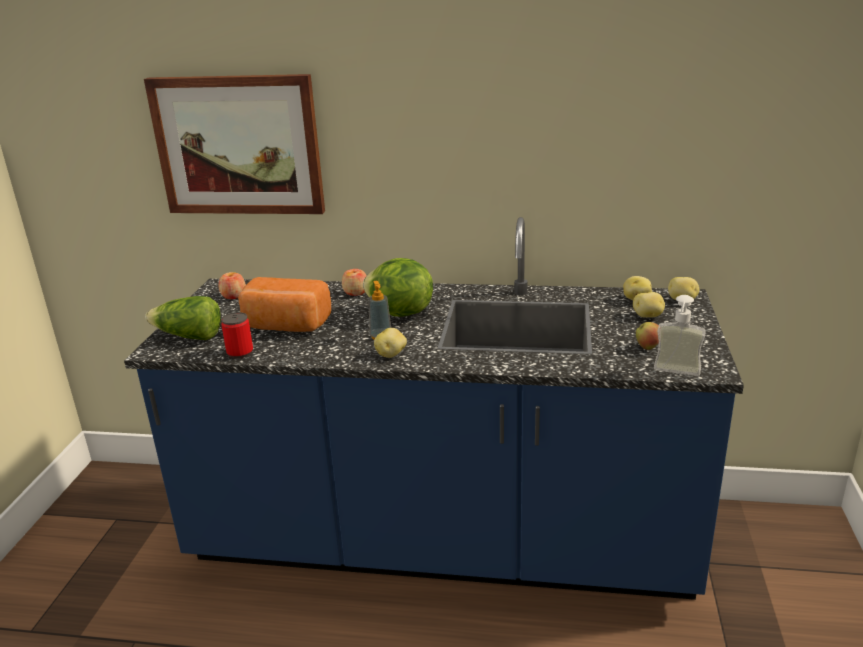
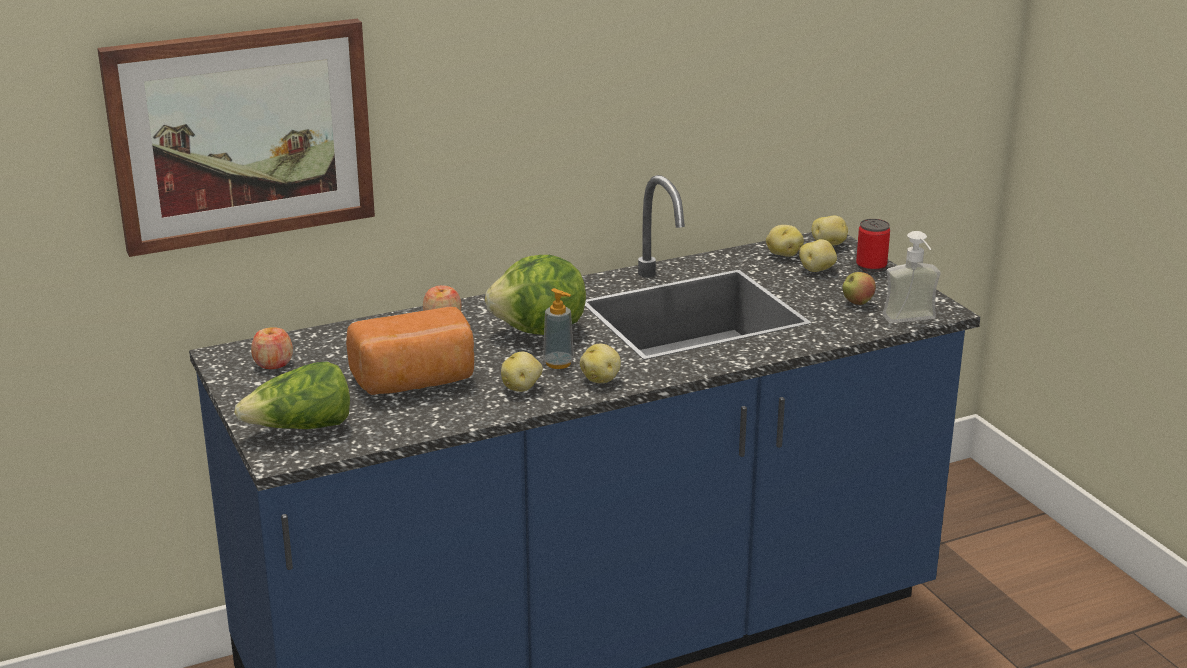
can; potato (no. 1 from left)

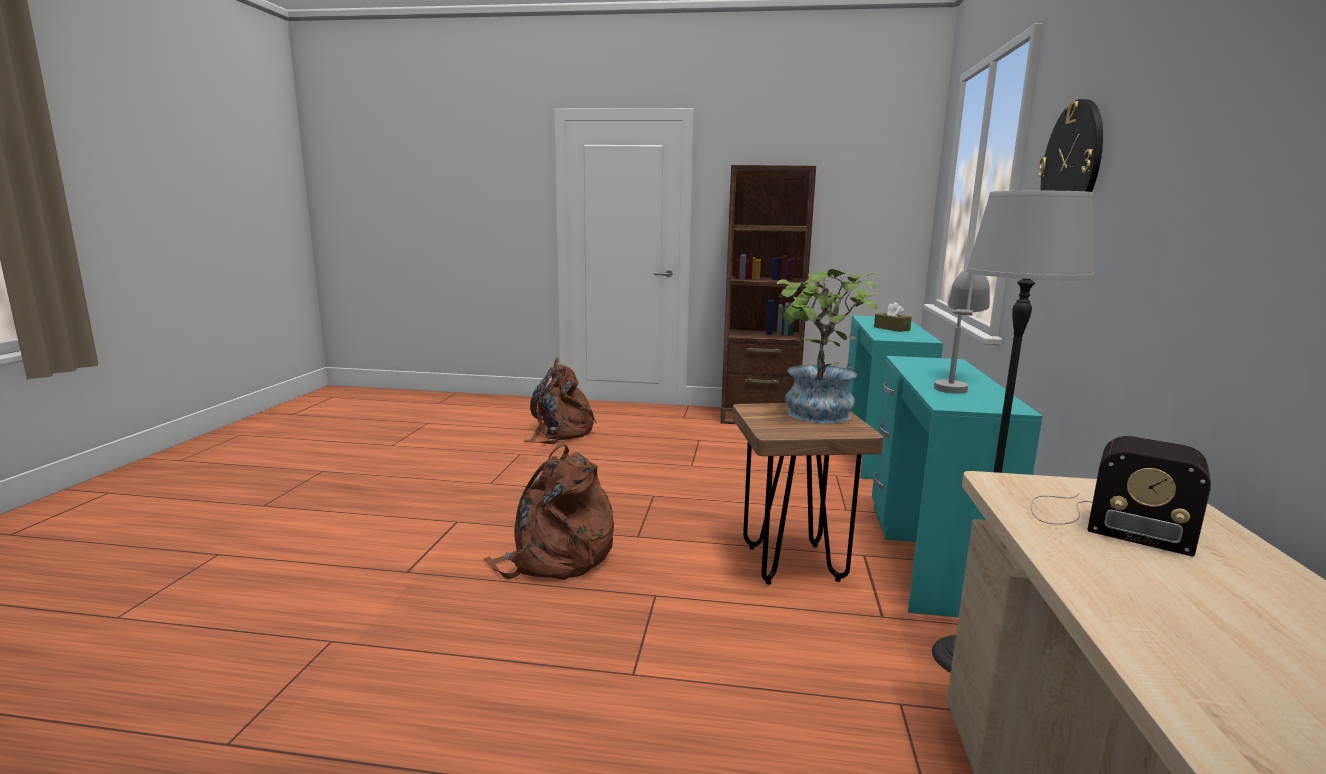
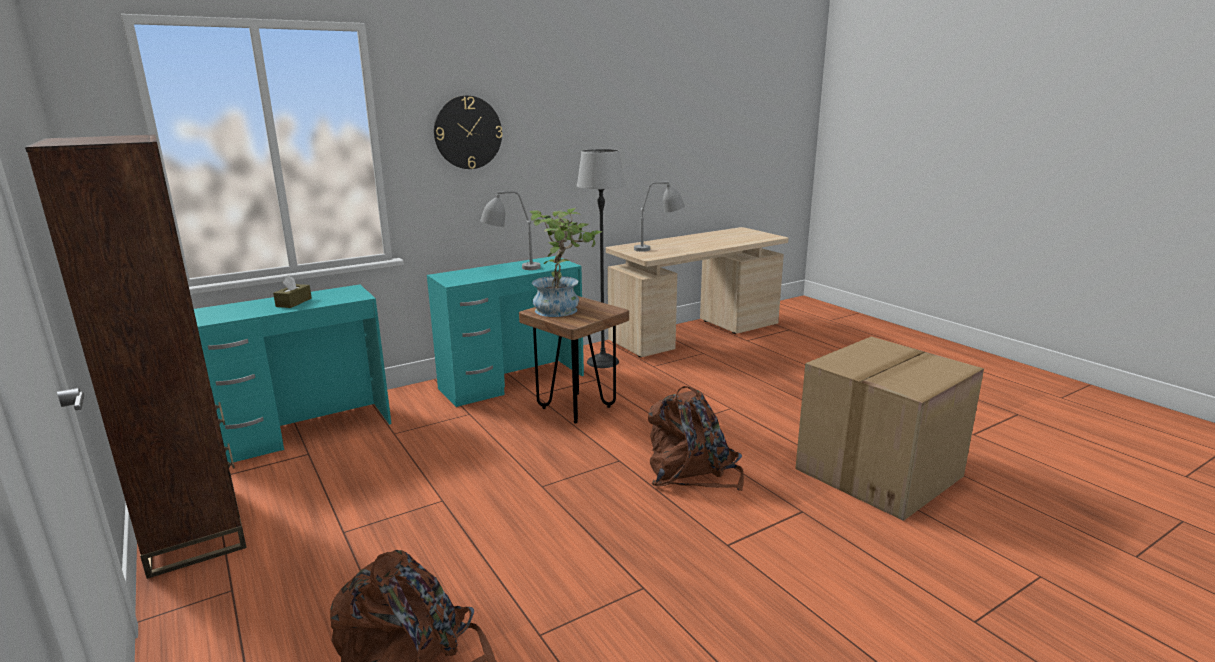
grey table lamp (no. 2 from left); cardboard box

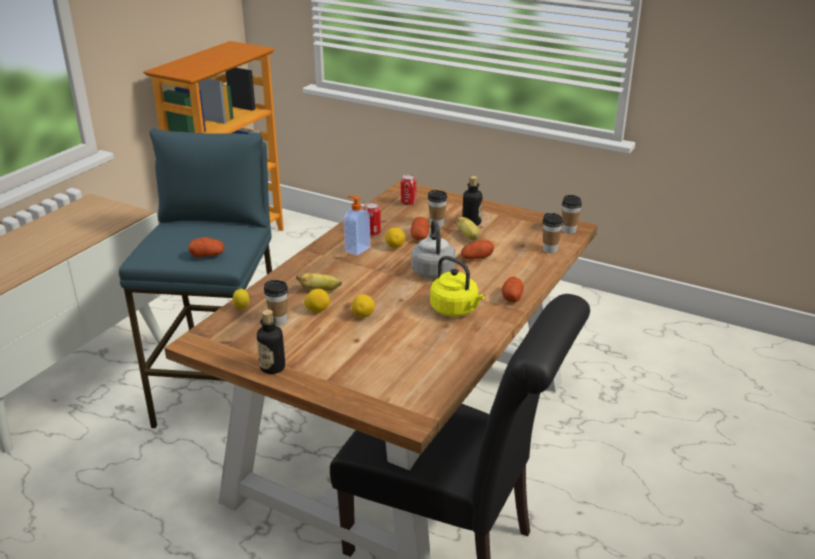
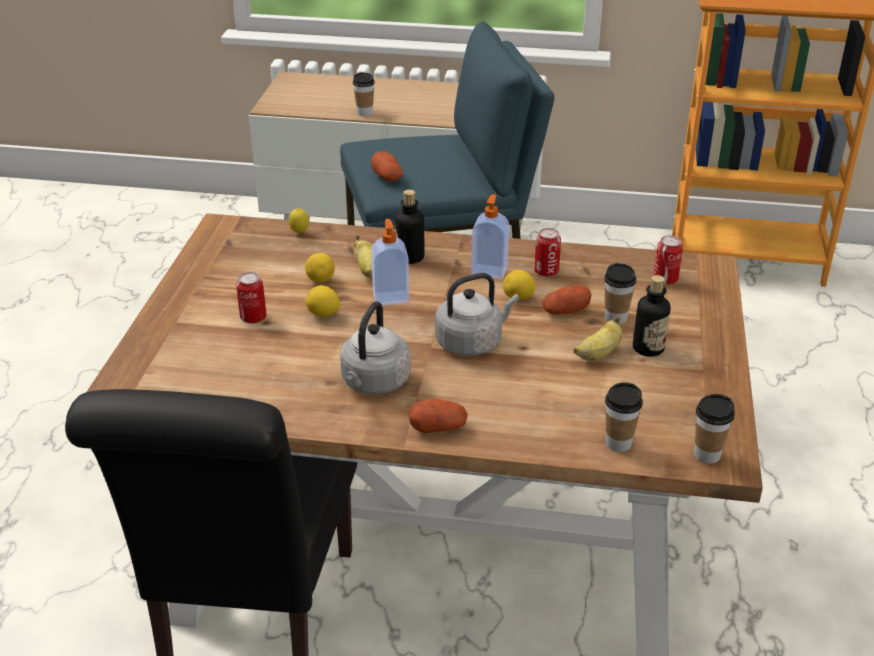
potato (no. 3 from left in the first image); grey kettle (no. 1 from left); cup (no. 1 from left); bottle (no. 1 from left); soap dispenser (no. 1 from left); can (no. 1 from left)

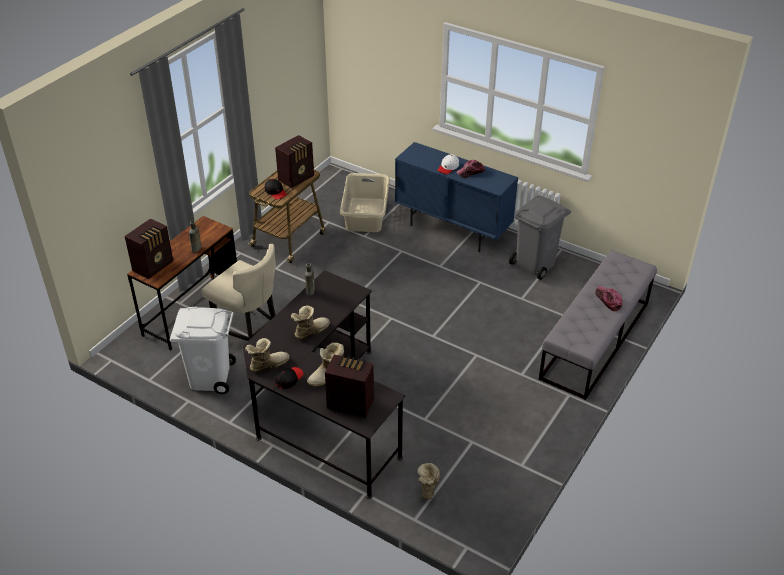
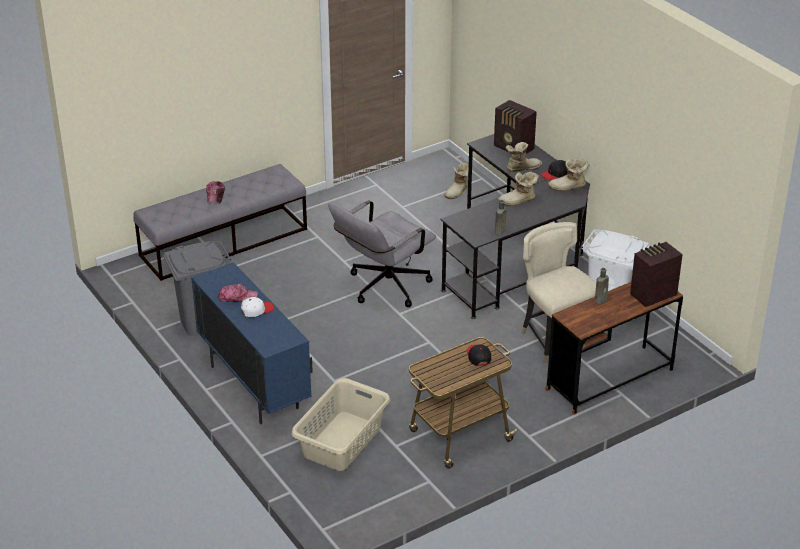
radio (no. 2 from left in the first image); grey office chair

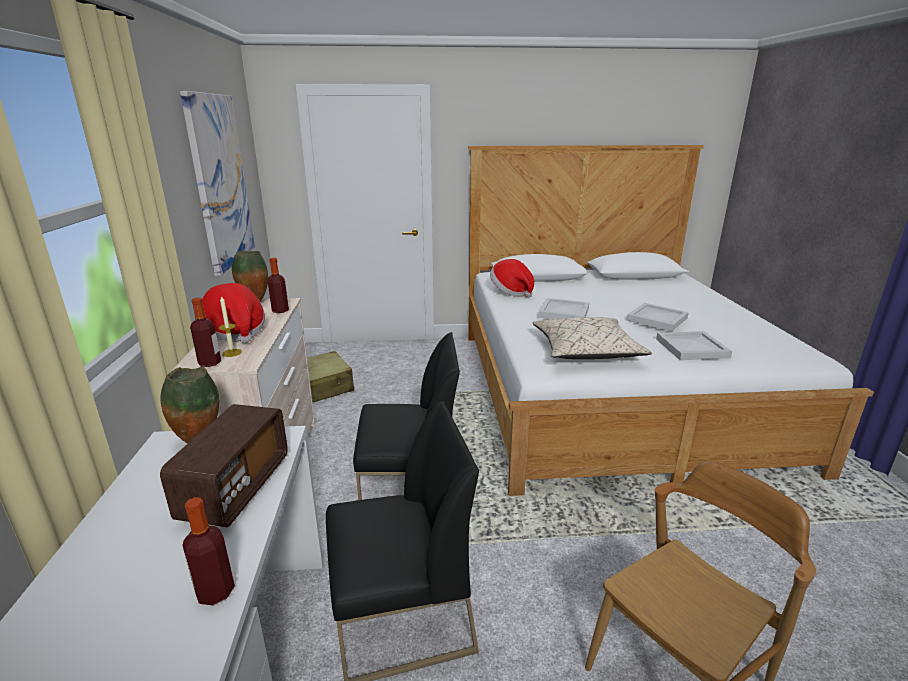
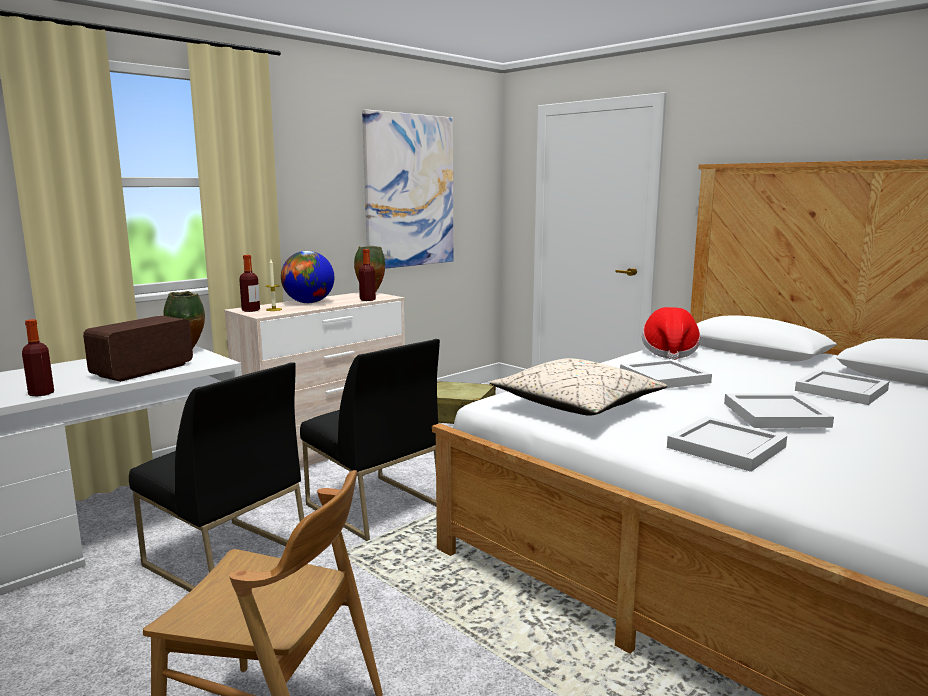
globe; radio; white tray (no. 4 from left)

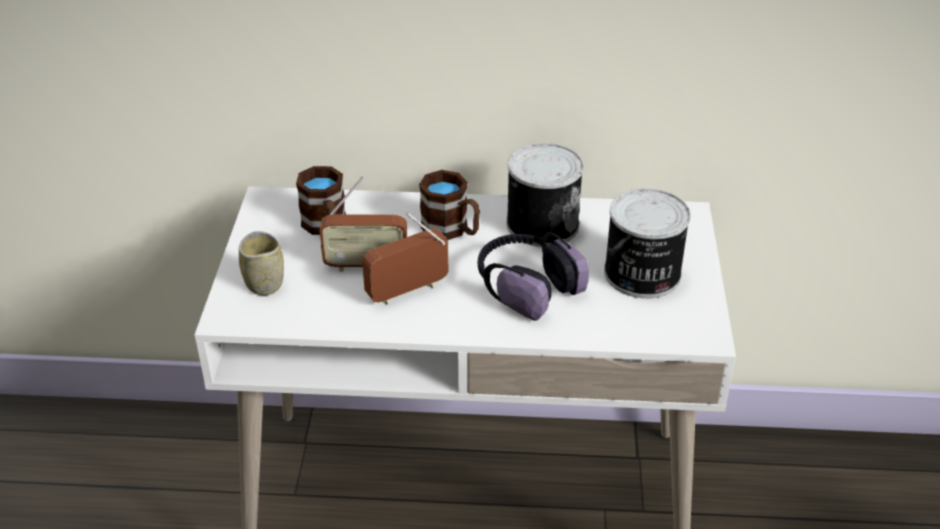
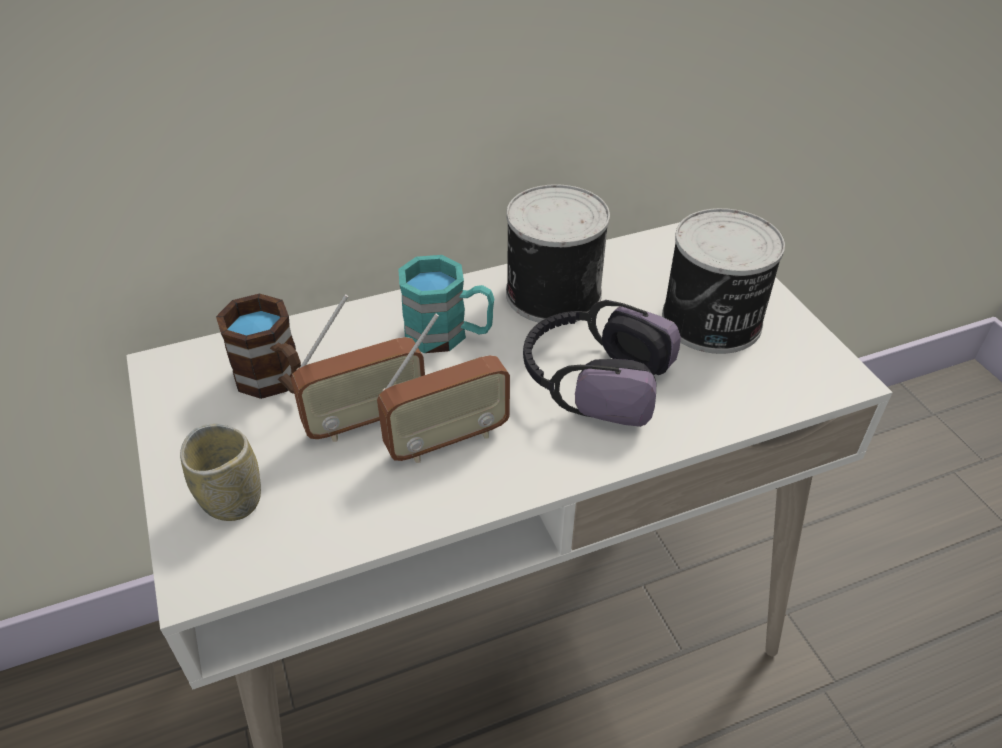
turquoise mug; radio (no. 2 from left)

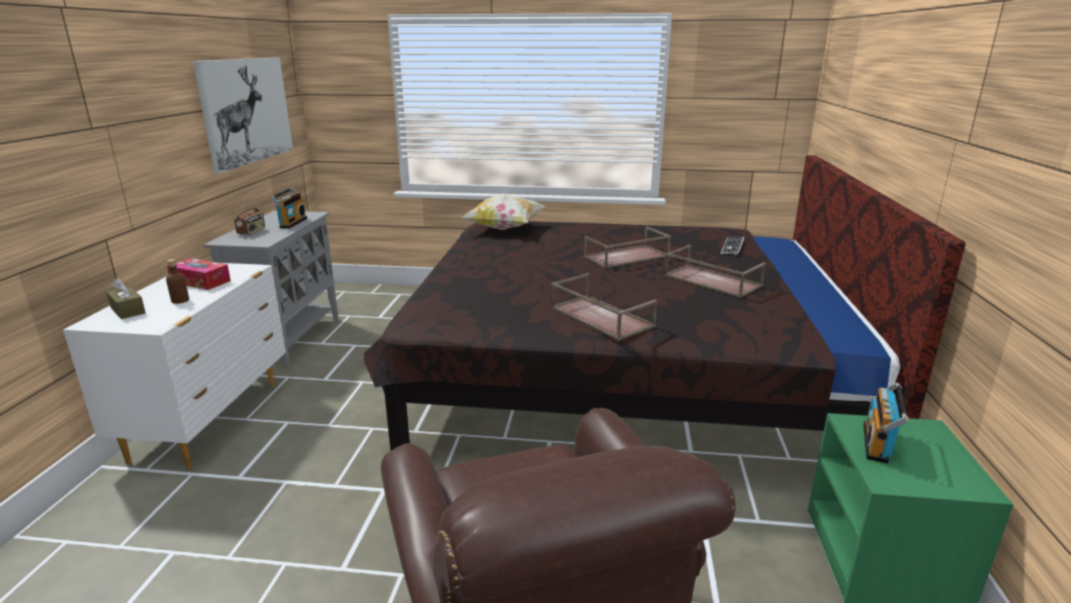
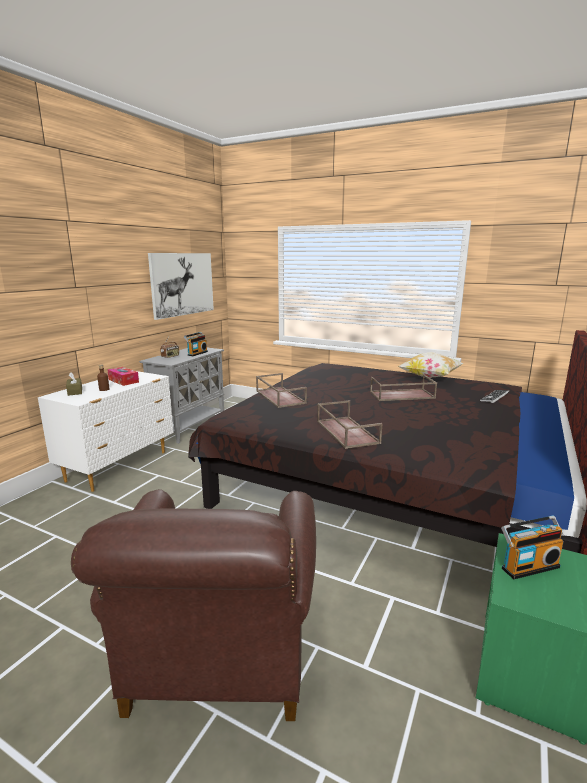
pillow; brown tray (no. 1 from left); radio (no. 3 from left)

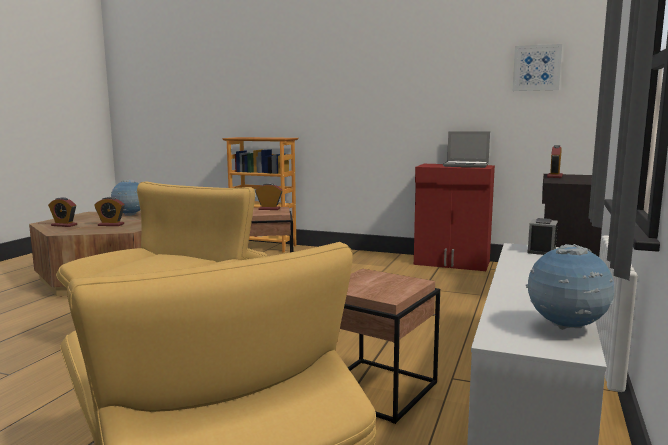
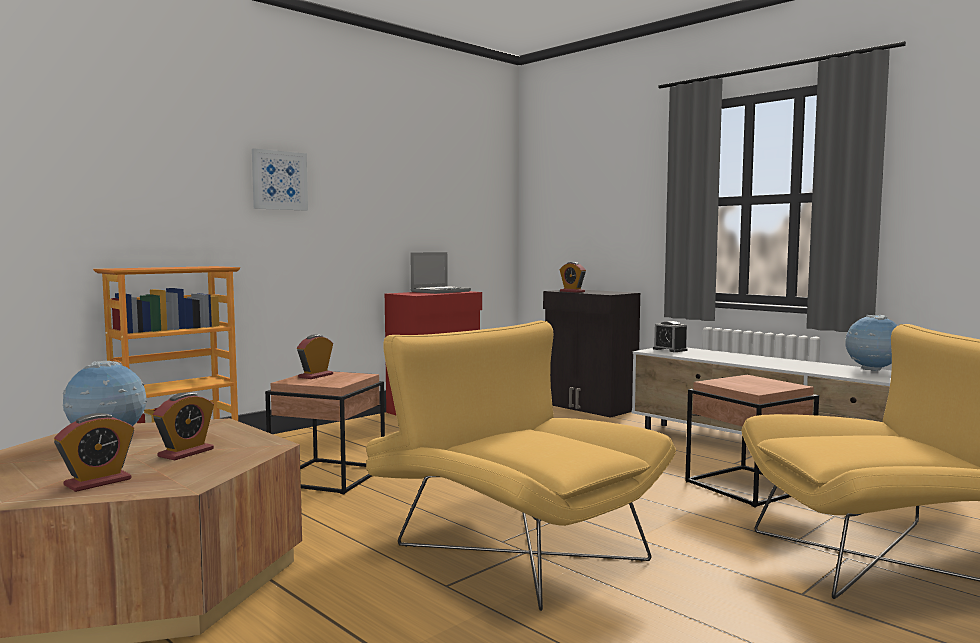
picture

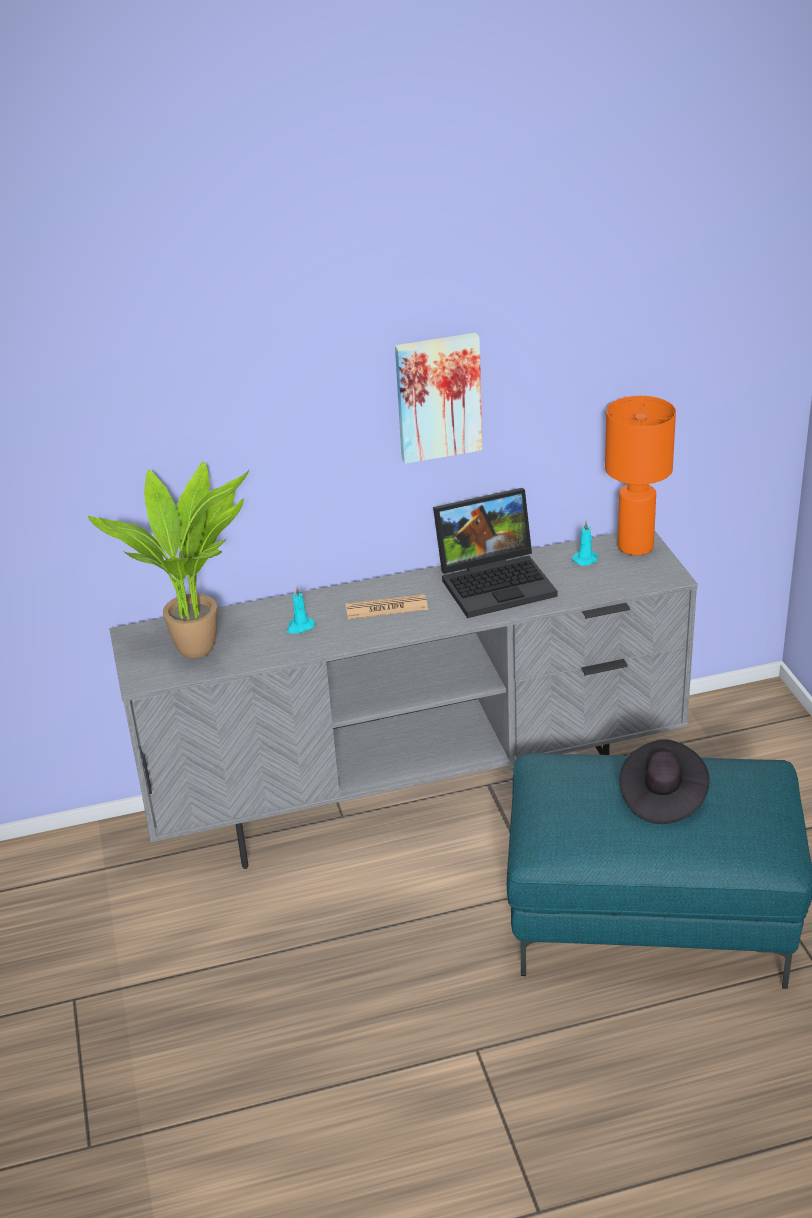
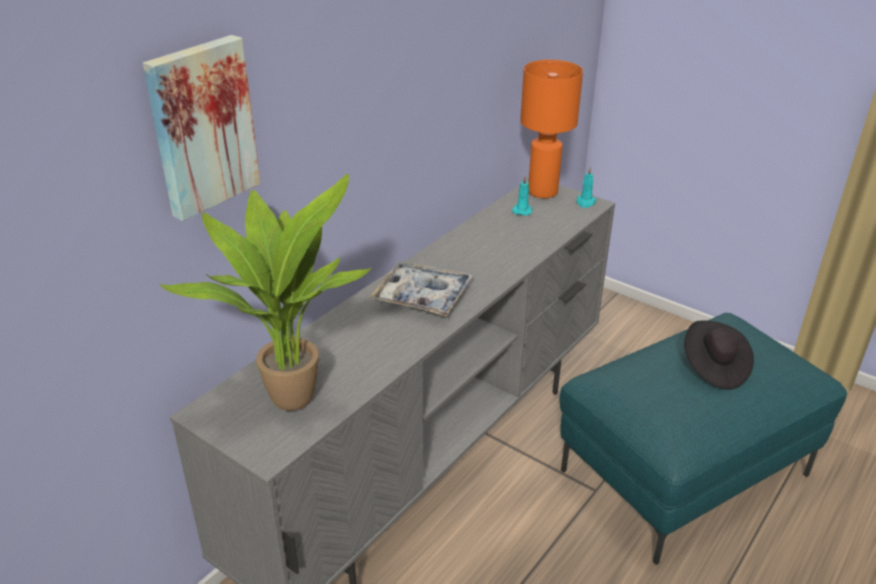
picture; laptop; turquoise candle (no. 2 from left); tray

